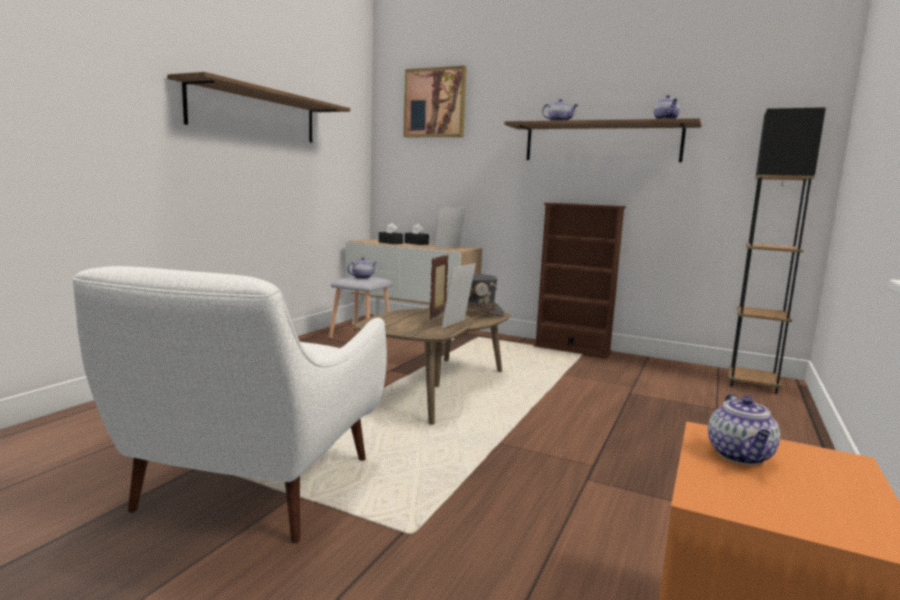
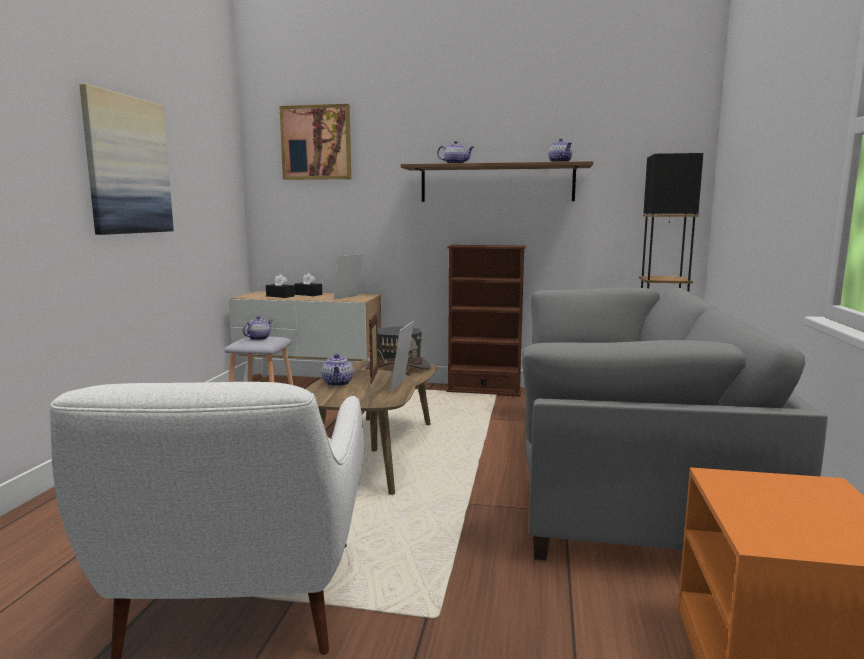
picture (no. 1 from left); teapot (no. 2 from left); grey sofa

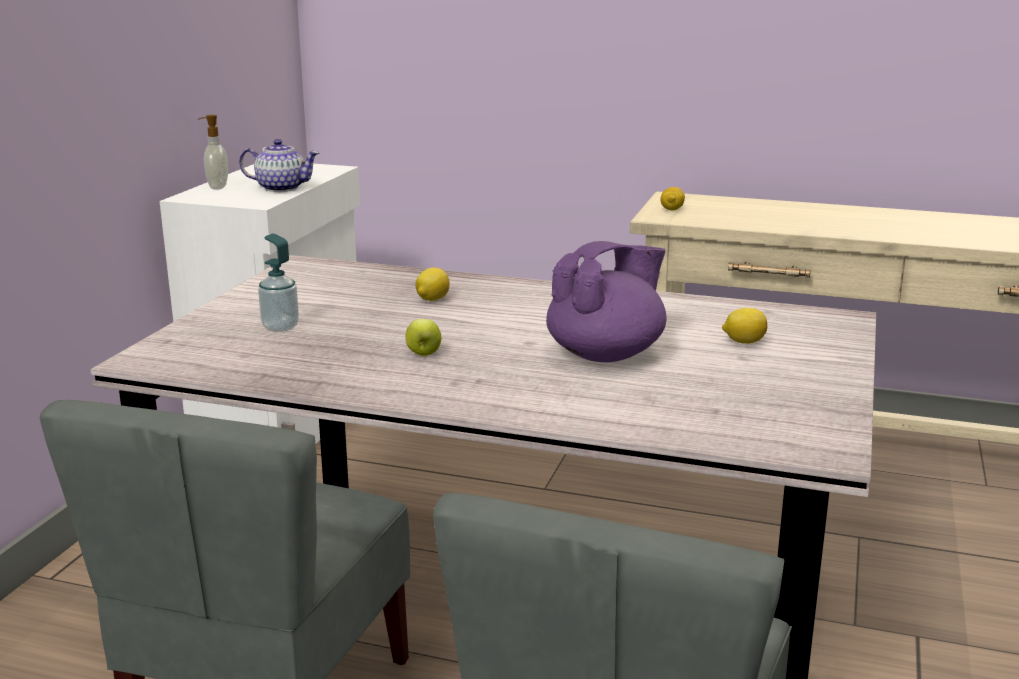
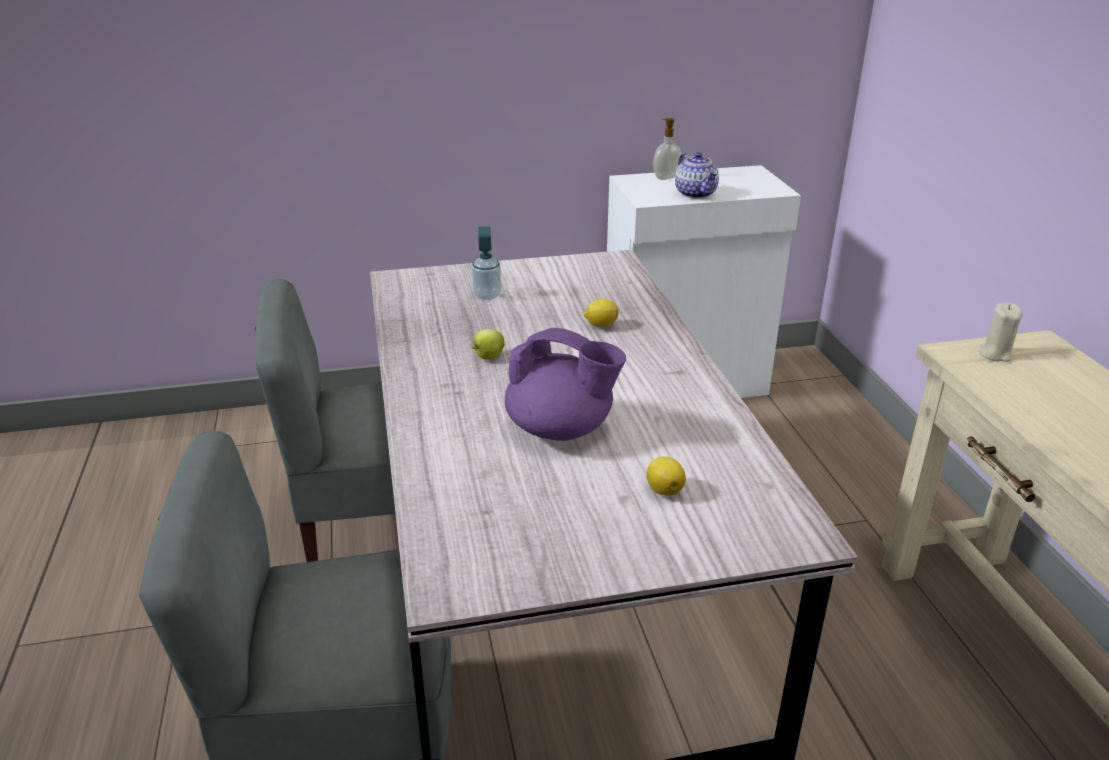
beige candle

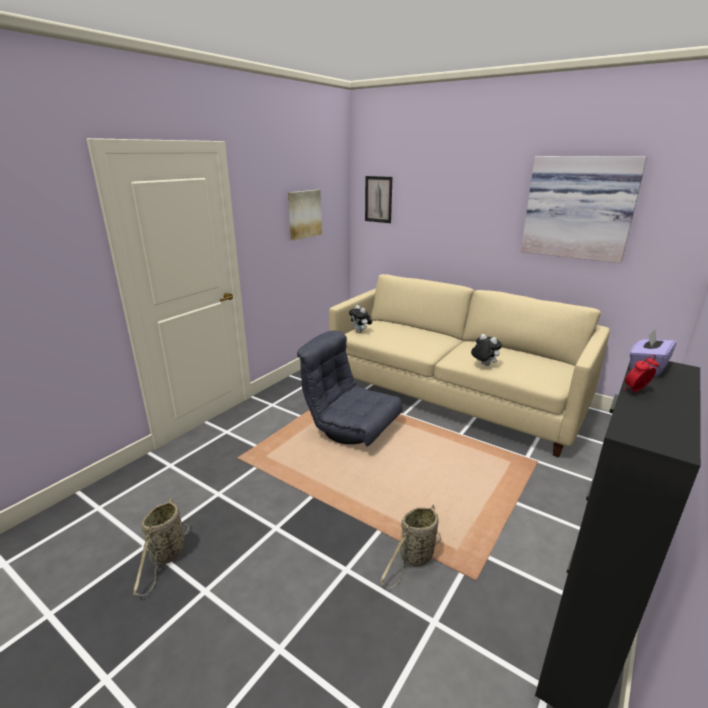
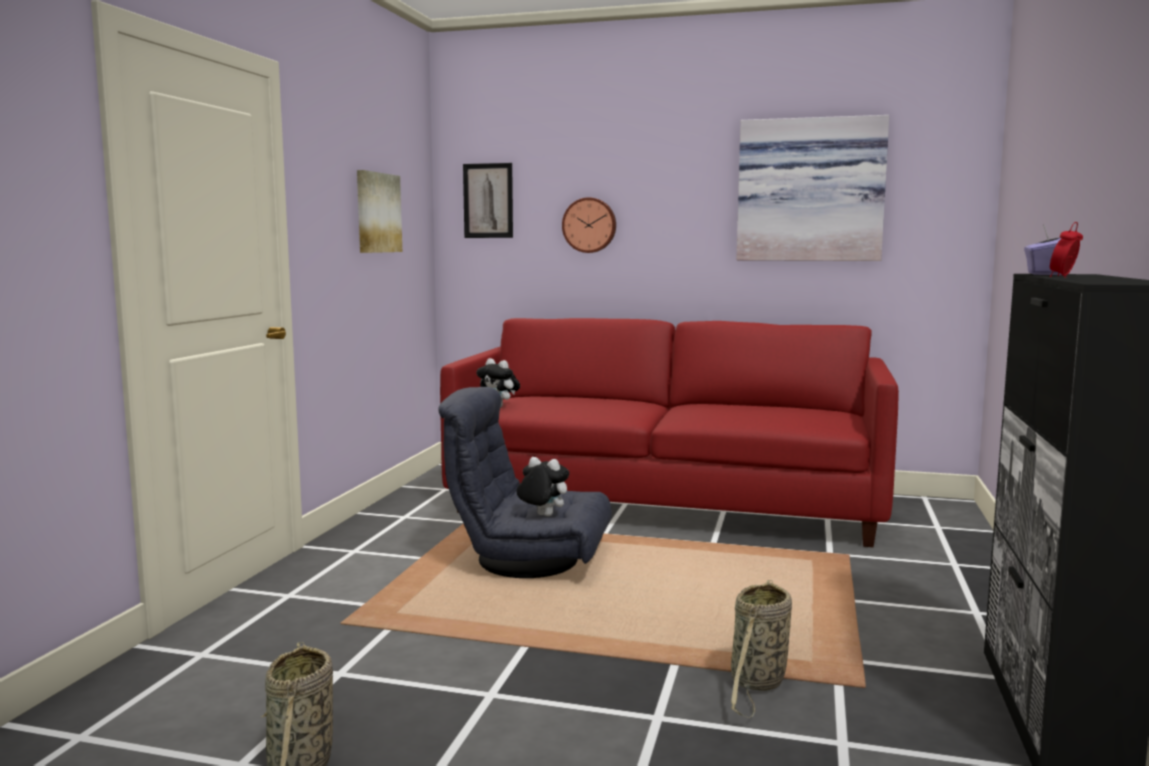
red sofa; plush toy (no. 2 from left); wall clock

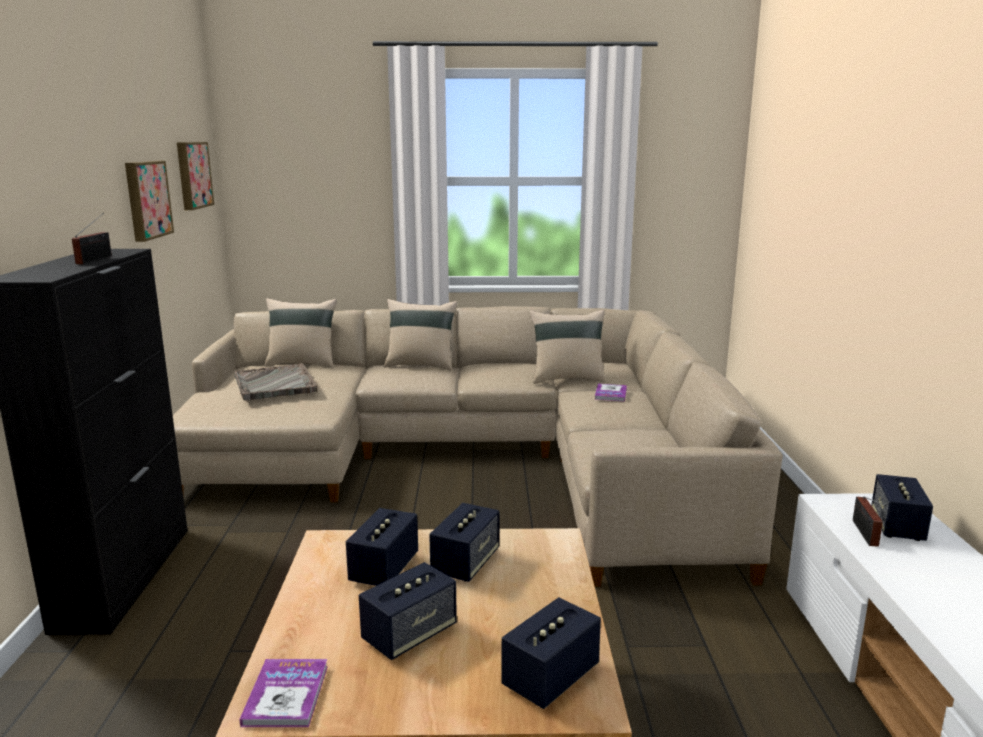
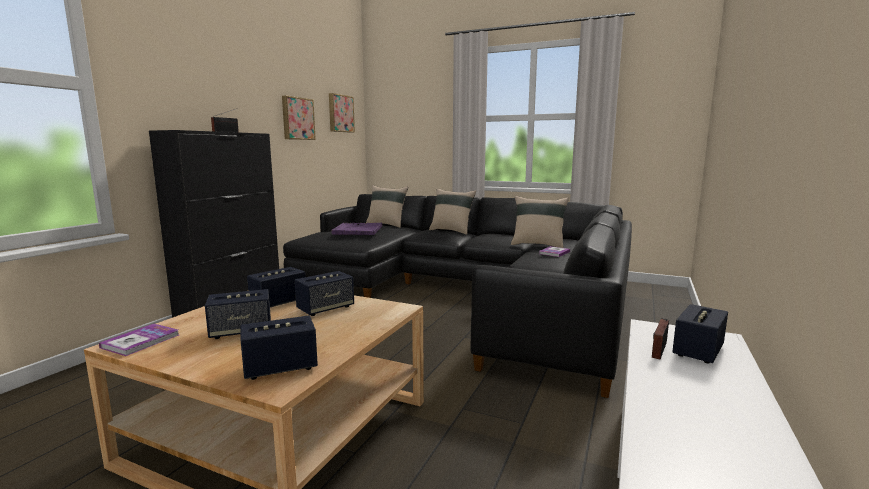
black sofa; purple tray

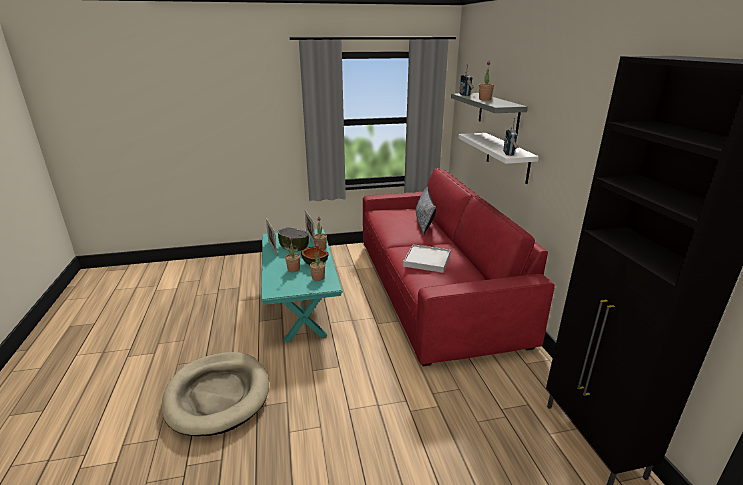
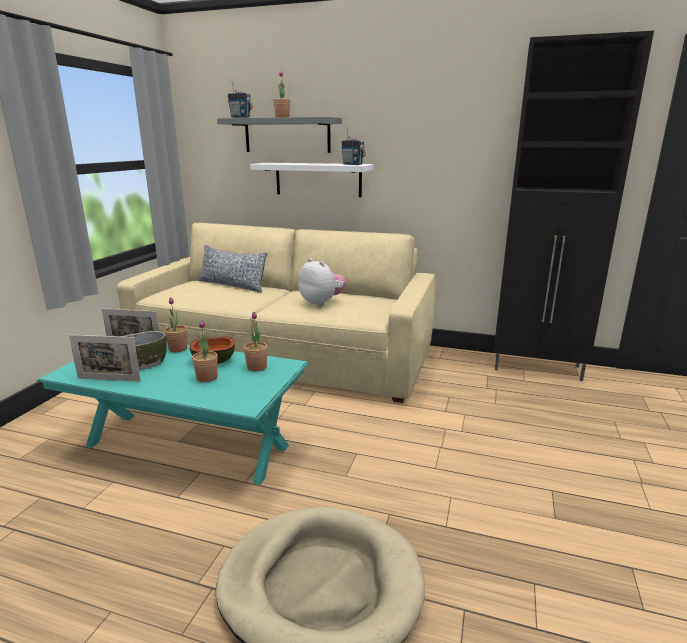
beige sofa; plush toy

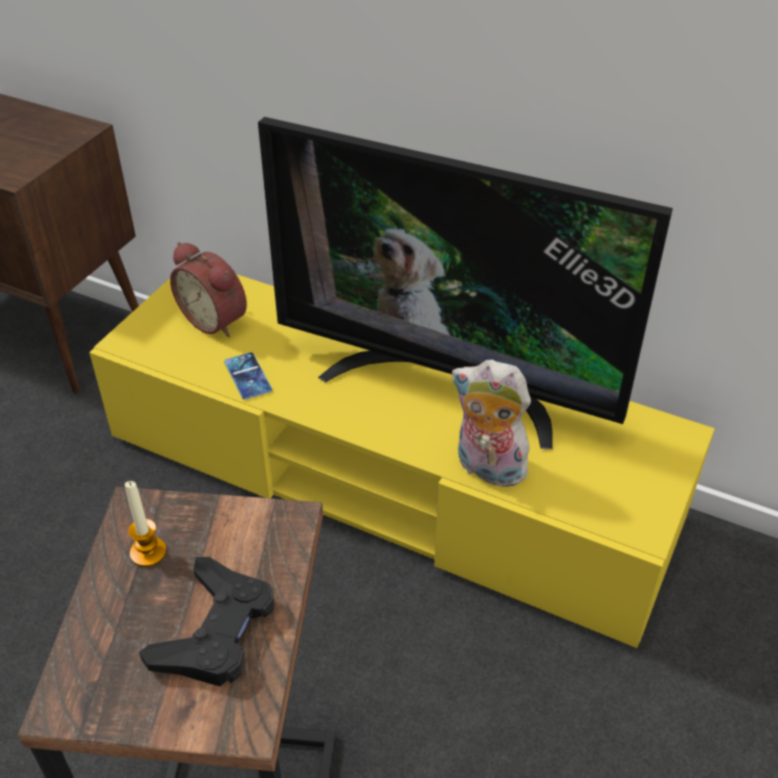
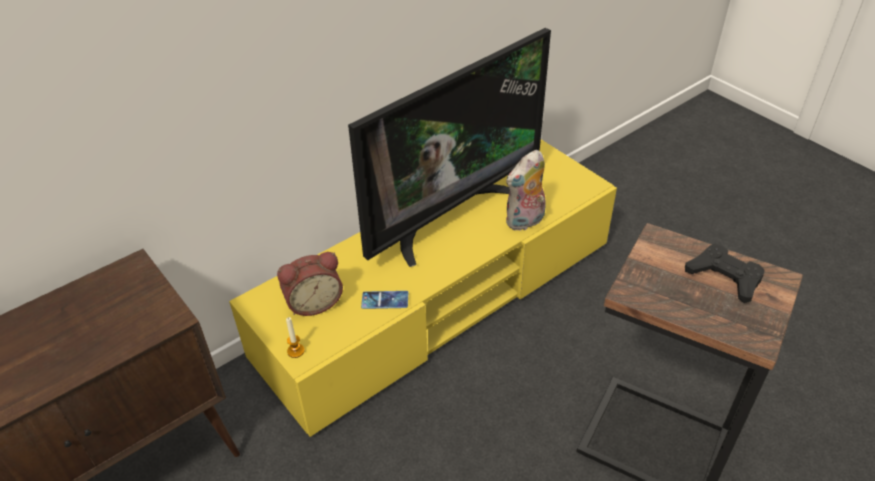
candle

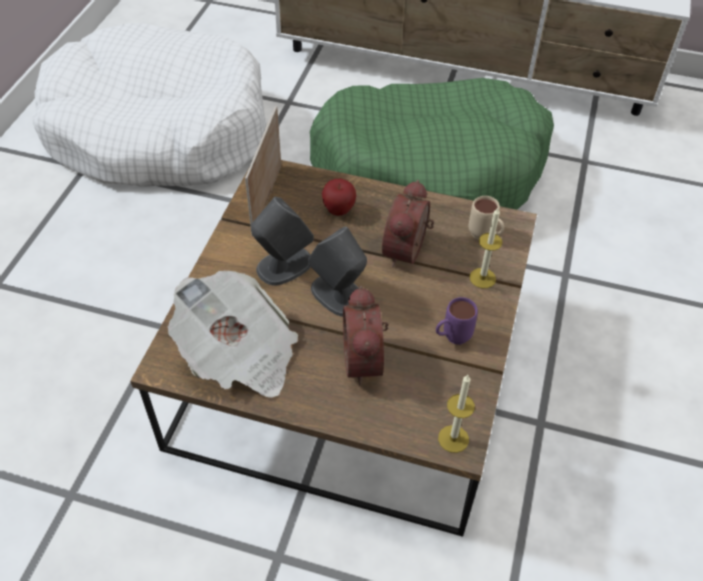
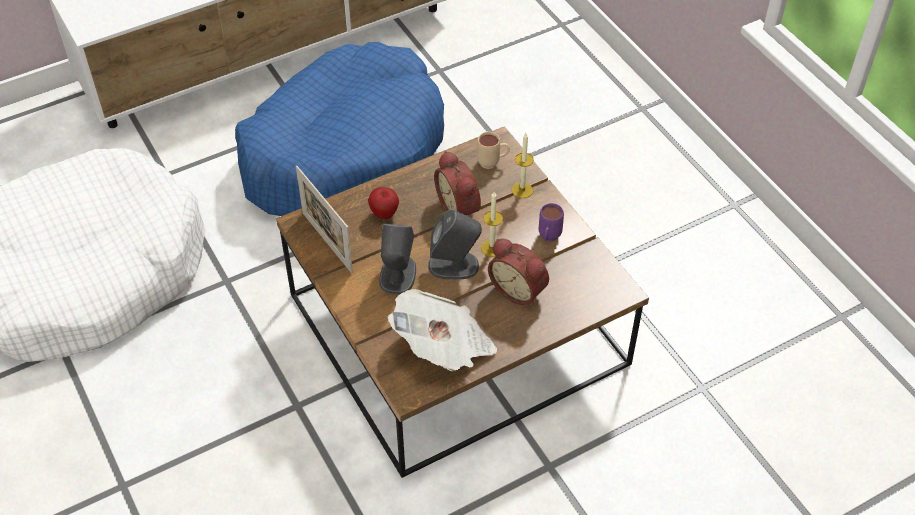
blue dog bed; candle (no. 1 from left)

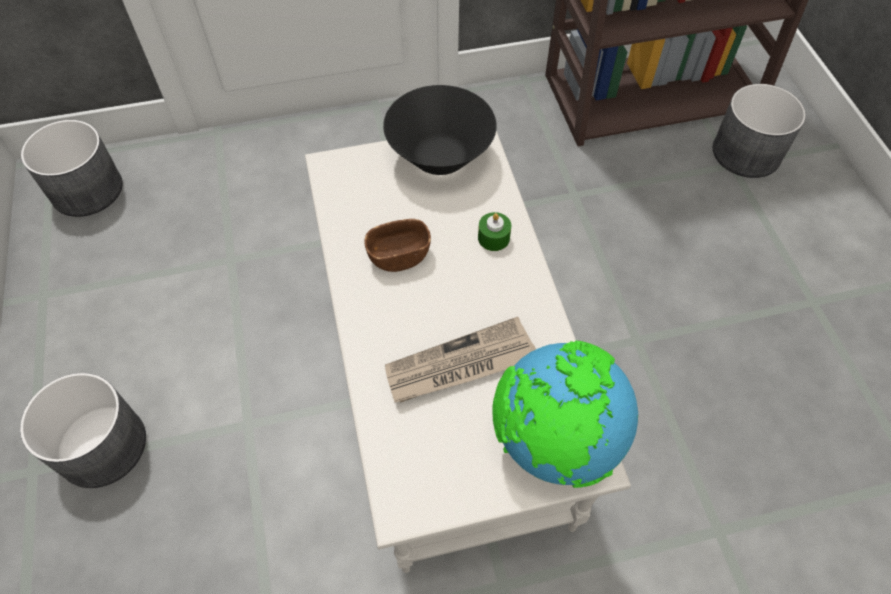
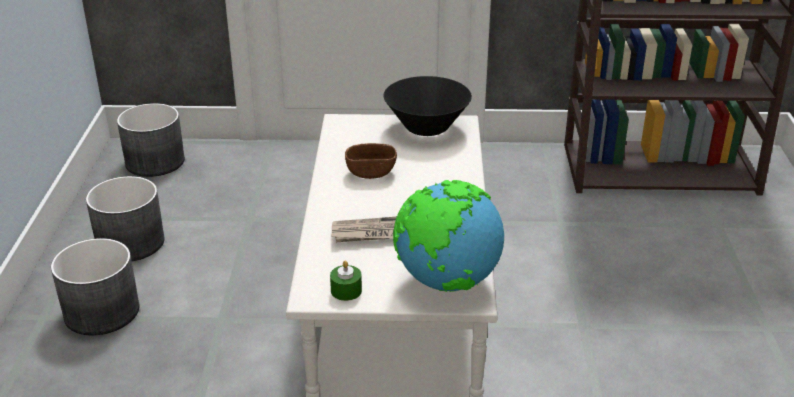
grey planter (no. 2 from left); green candle

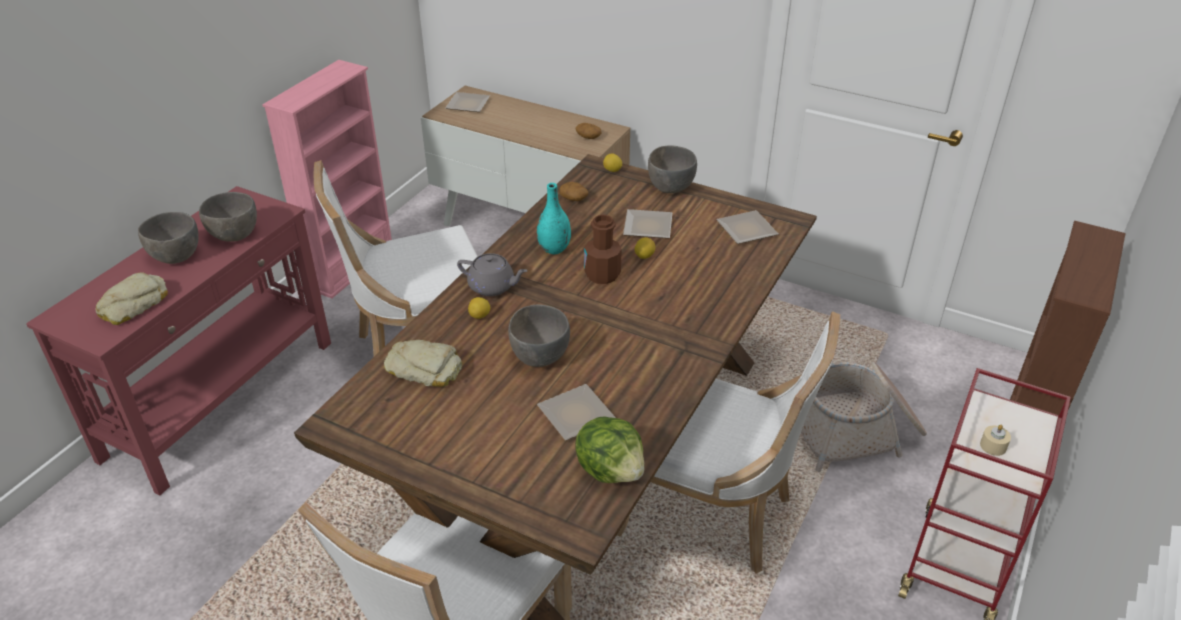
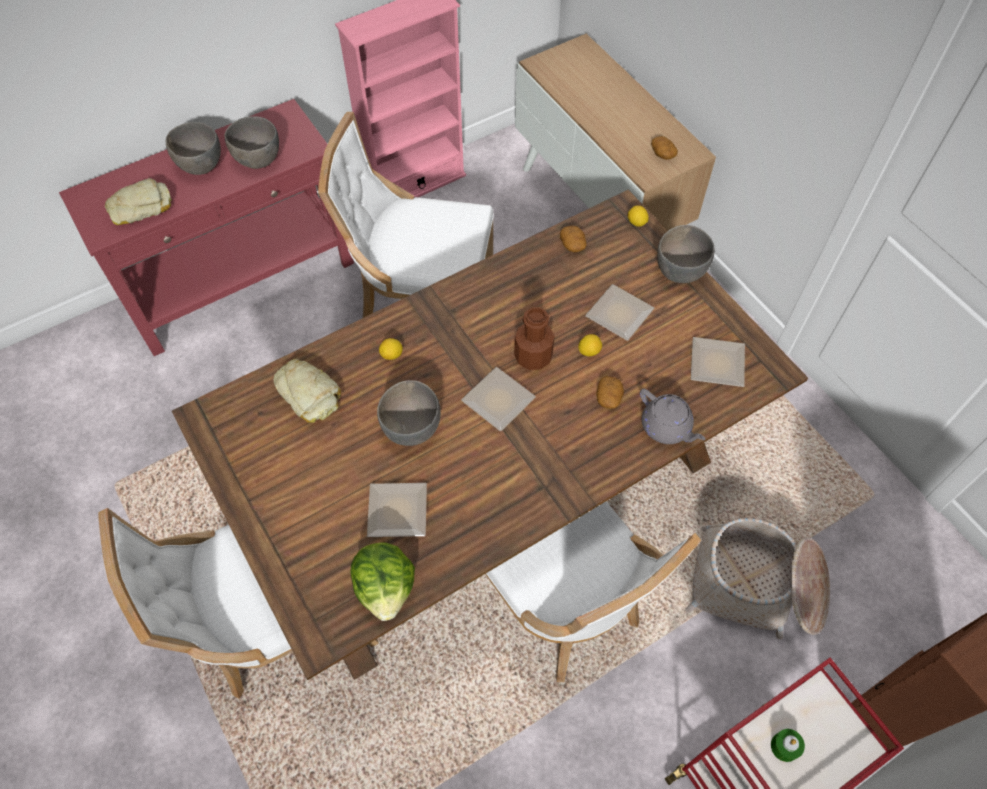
plate (no. 2 from left); turquoise vase; grey teapot; green candle; potato (no. 2 from left)

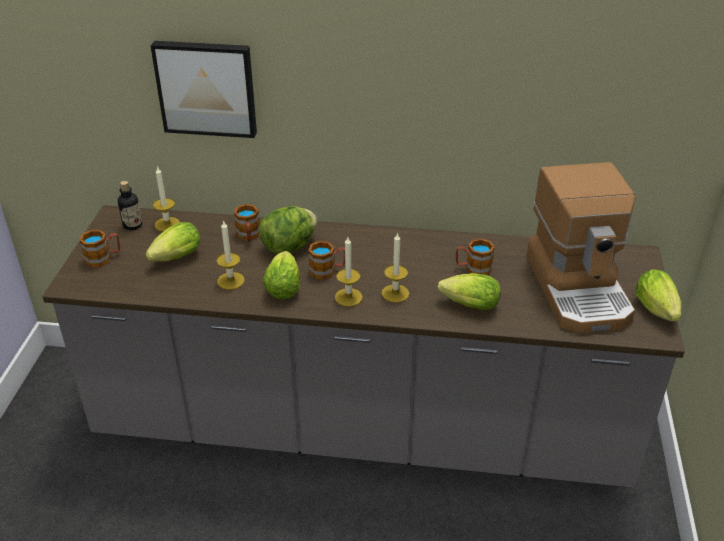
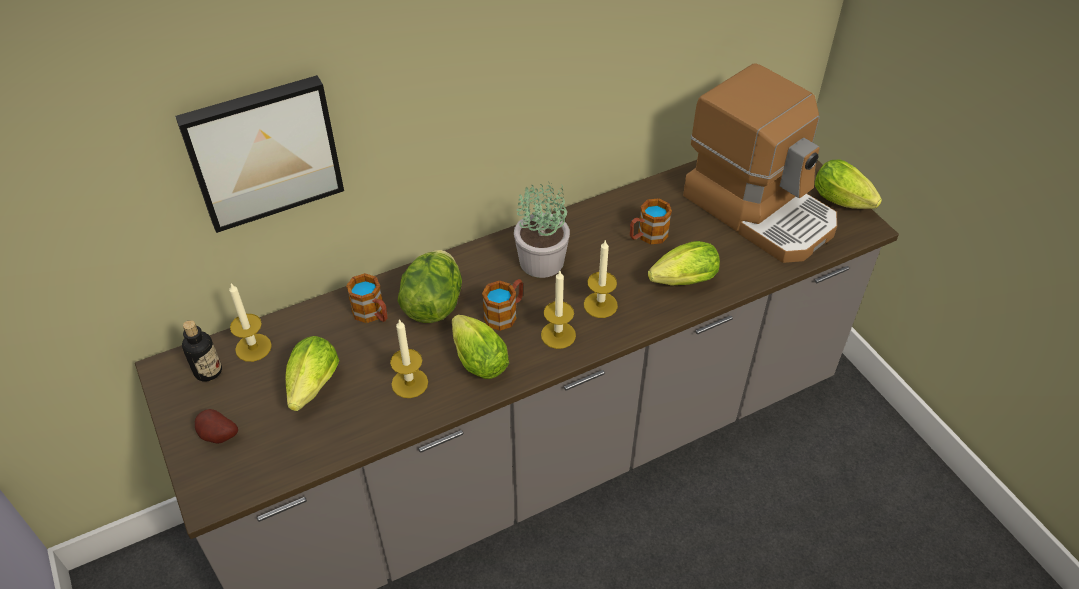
potato; potted plant

